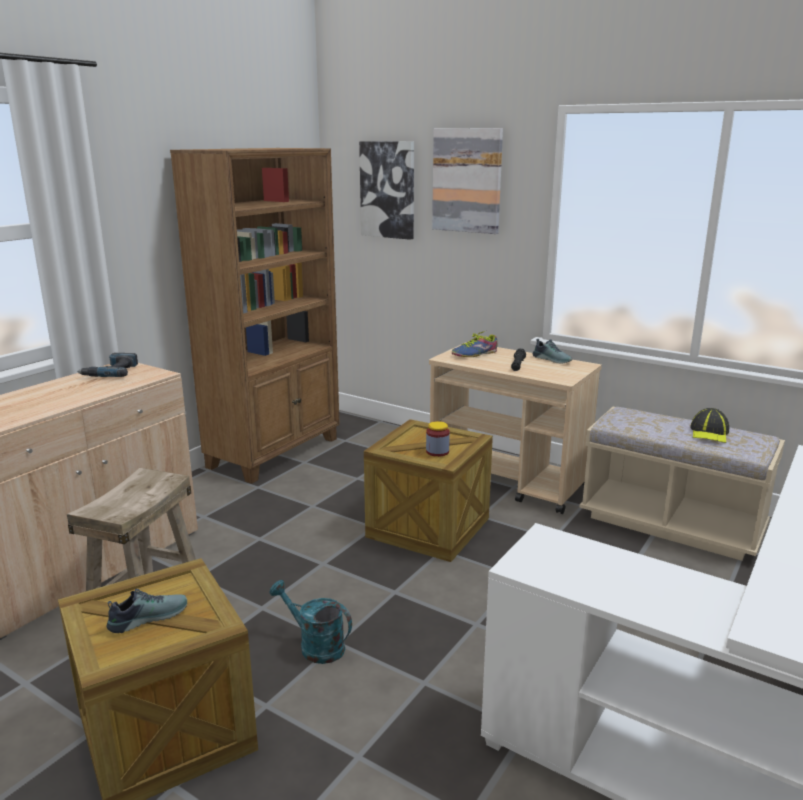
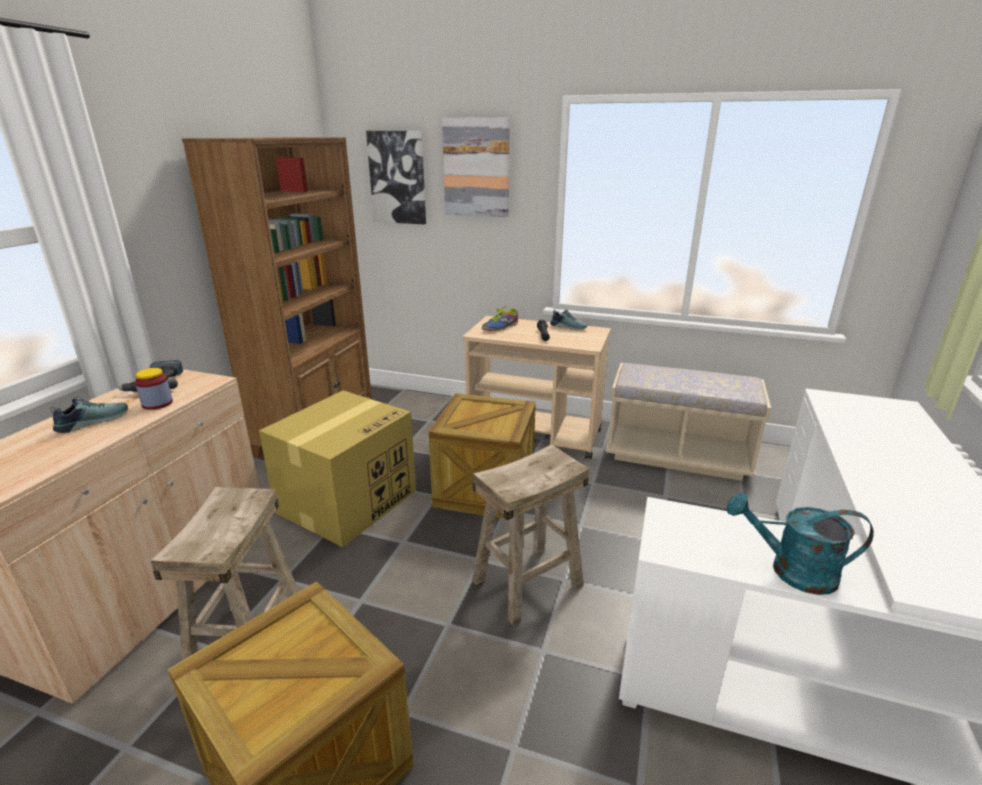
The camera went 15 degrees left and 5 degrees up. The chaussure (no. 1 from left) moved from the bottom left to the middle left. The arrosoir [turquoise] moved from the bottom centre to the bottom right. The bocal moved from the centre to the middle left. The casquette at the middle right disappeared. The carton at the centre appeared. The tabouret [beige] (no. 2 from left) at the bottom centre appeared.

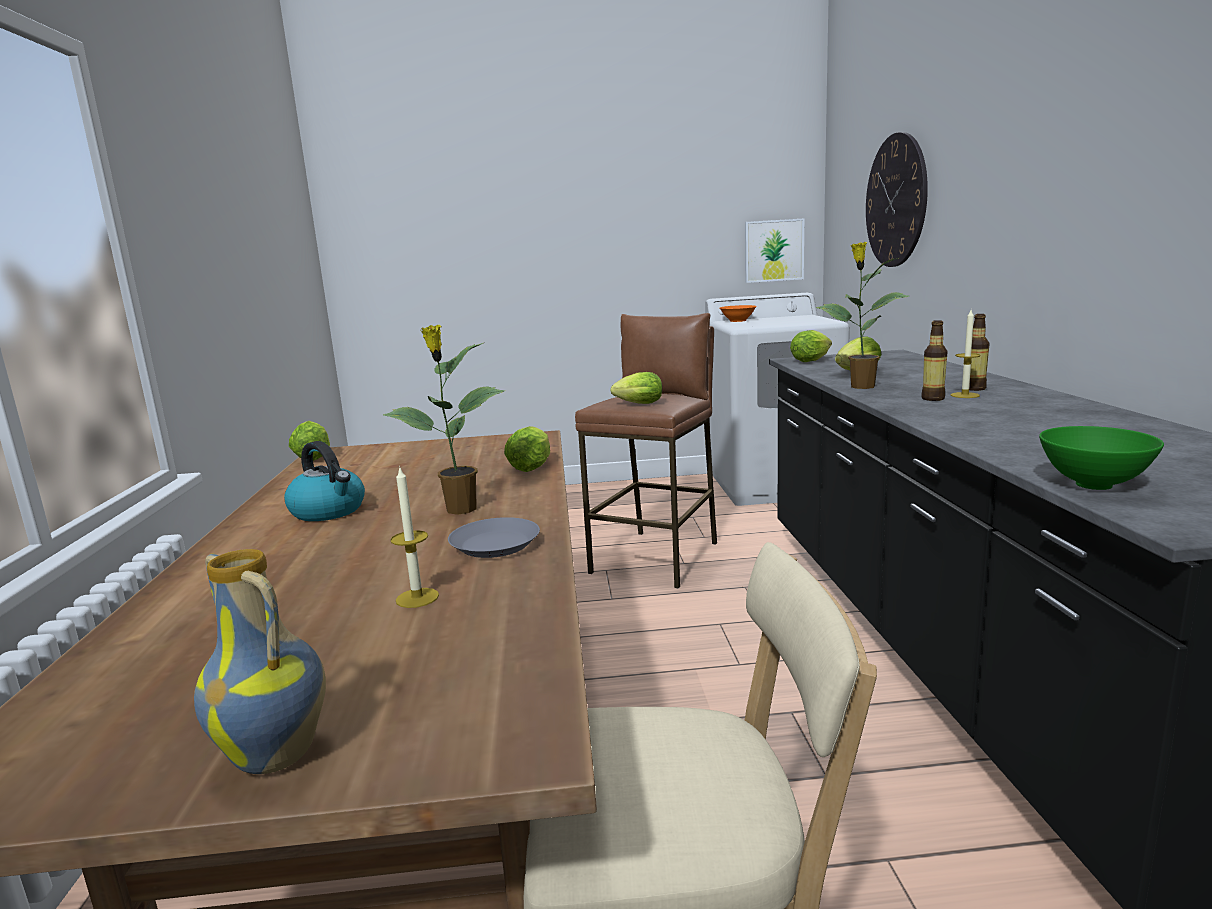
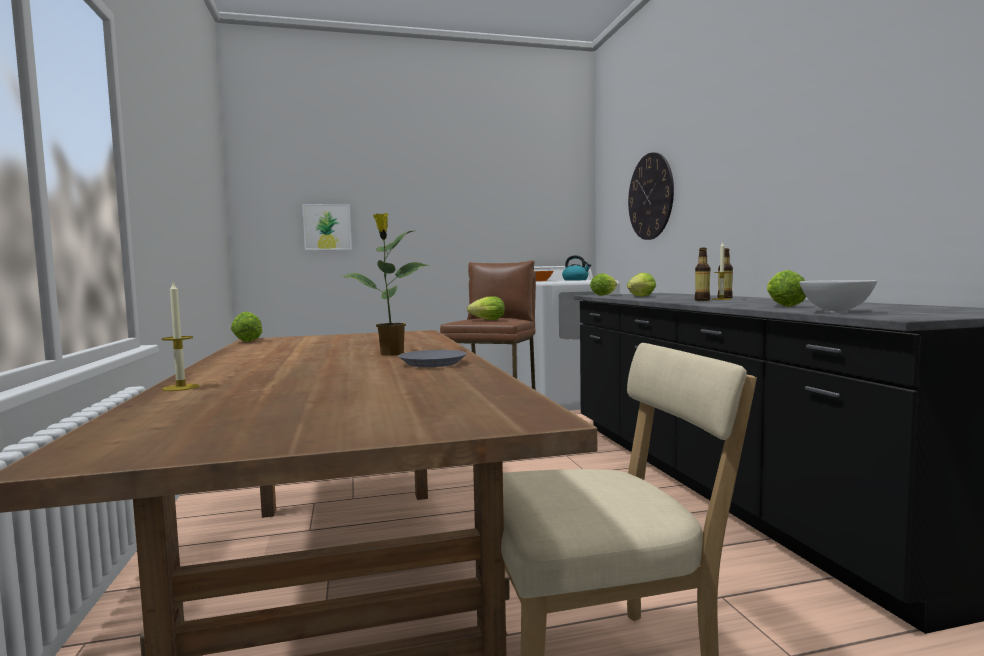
The camera went 10 degrees left and 10 degrees down. The vase at the bottom left disappeared. The bouilloire moved from the middle left to the centre. The bougie (no. 1 from left) moved from the centre to the middle left. The laitue (no. 2 from left in the first image) moved from the centre to the middle right. The tableau moved from the top centre to the middle left. The plante en pot (no. 2 from left) at the middle right disappeared. The bol [vert] at the middle right became the bol [blanc] at the middle right.

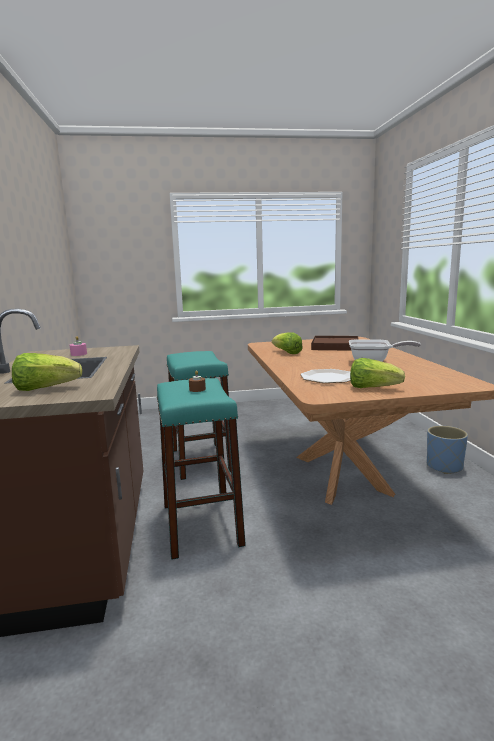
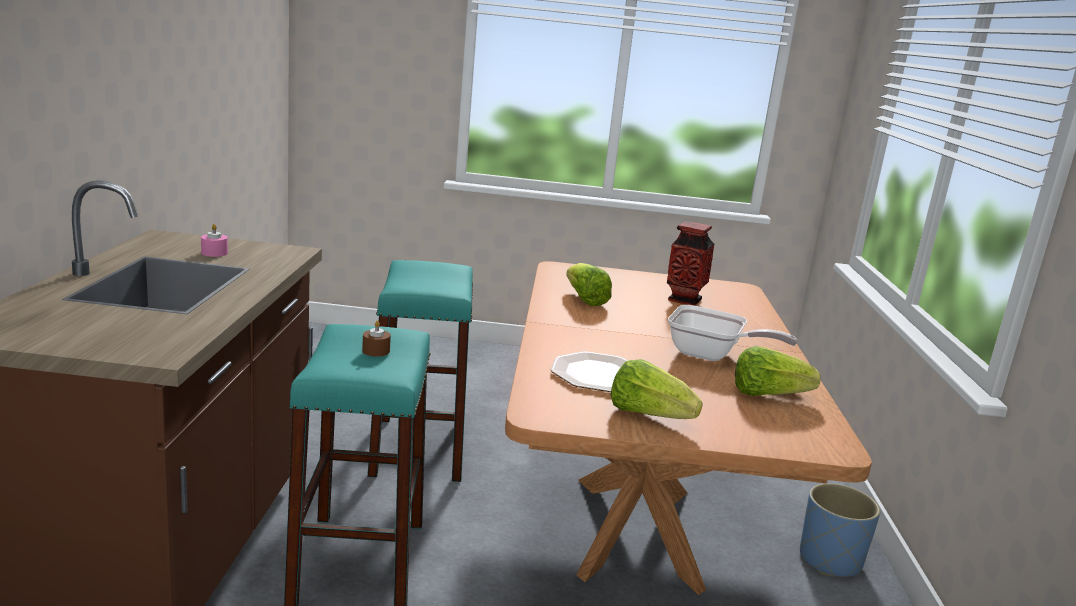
The camera went 10 degrees right and 5 degrees up. The laitue (no. 1 from left in the first image) moved from the middle left to the middle right. The plateau [marron] at the middle right was replaced by the vase at the centre.

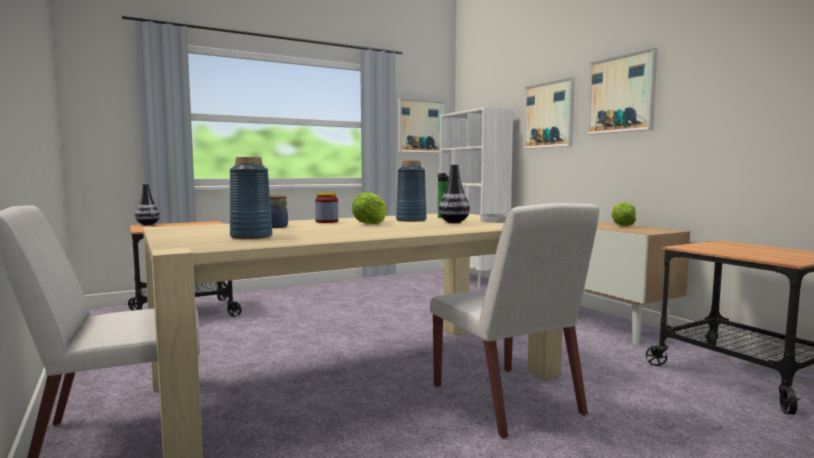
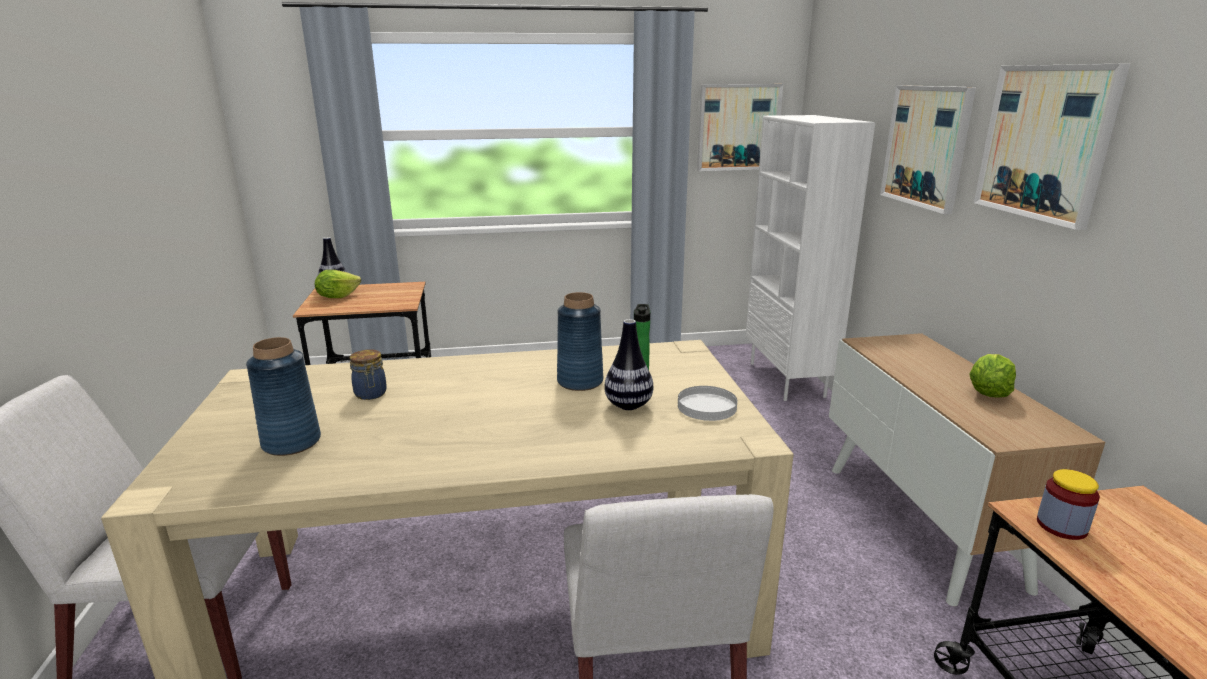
The camera went 20 degrees right and 15 degrees up. The bocal (no. 2 from left) moved from the centre to the bottom right. The laitue (no. 1 from left) moved from the centre to the middle left.

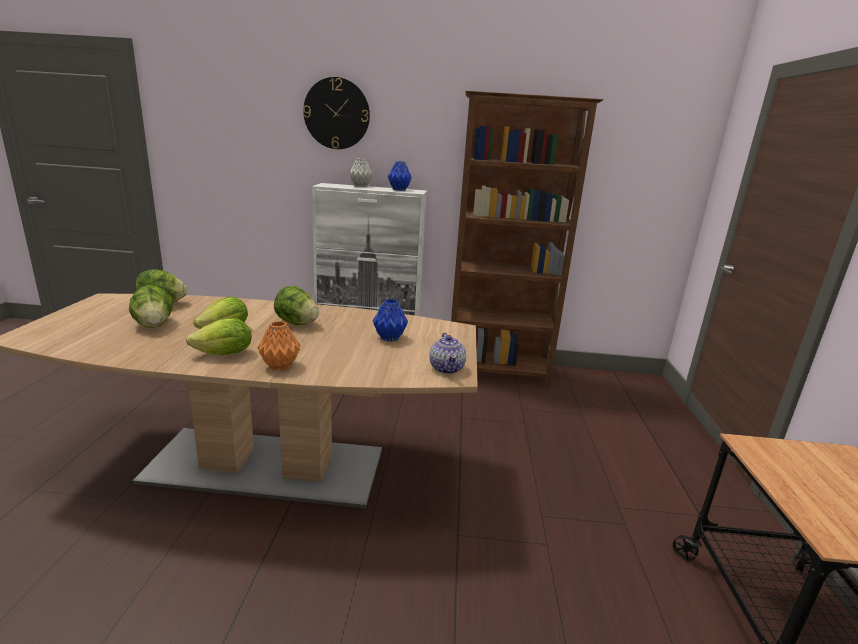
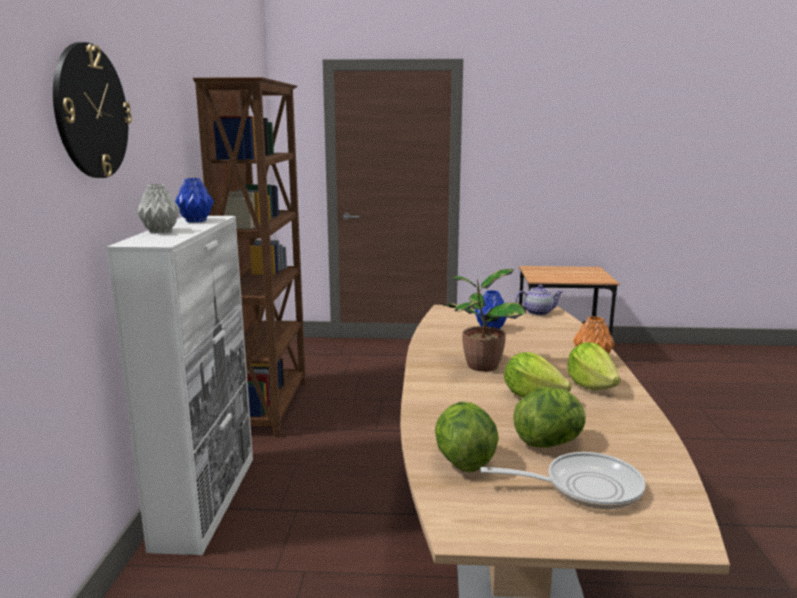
The camera went 90 degrees left and 5 degrees down. The laitue (no. 5 from left) at the centre was replaced by the plante en pot at the centre. The poêle at the bottom right appeared.

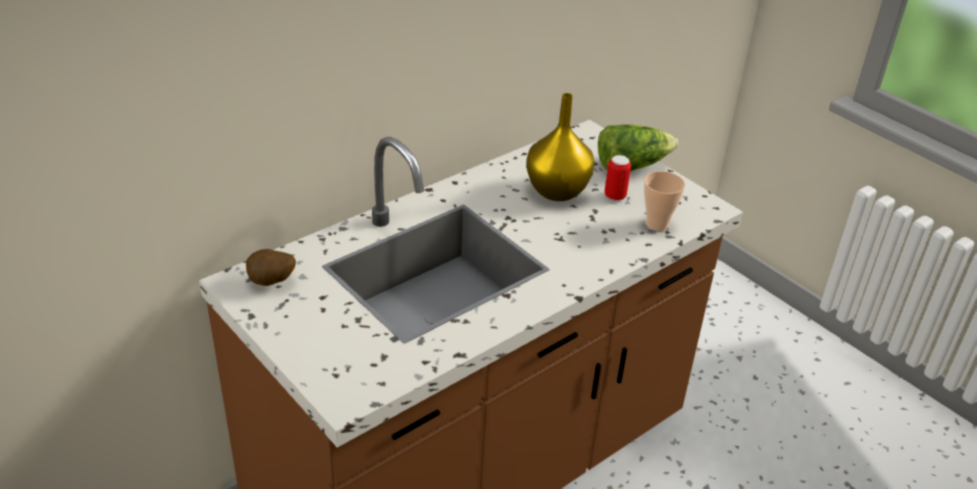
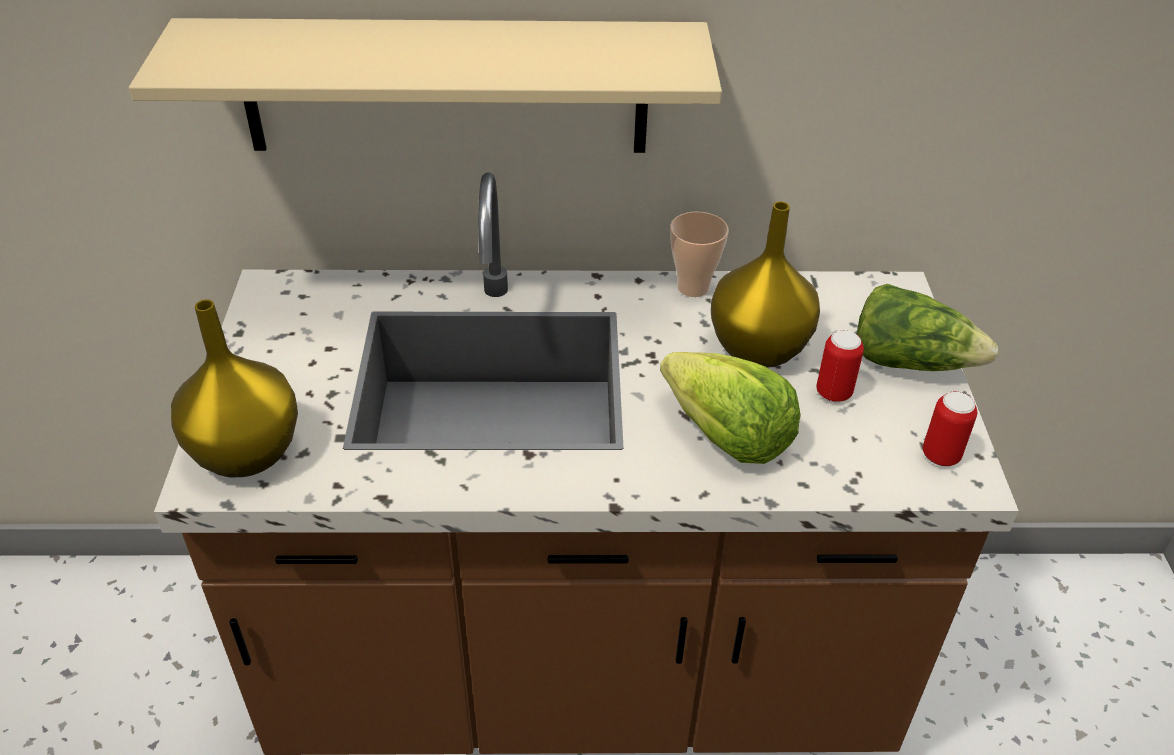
The camera went 40 degrees right and 5 degrees up. The pomme de terre at the middle left disappeared. The tasse moved from the middle right to the centre. The étagère [beige] at the top centre appeared. The vase [jaune] (no. 1 from left) at the middle left appeared. The laitue (no. 1 from left) at the centre appeared. The boîte métallique (no. 2 from left) at the middle right appeared.

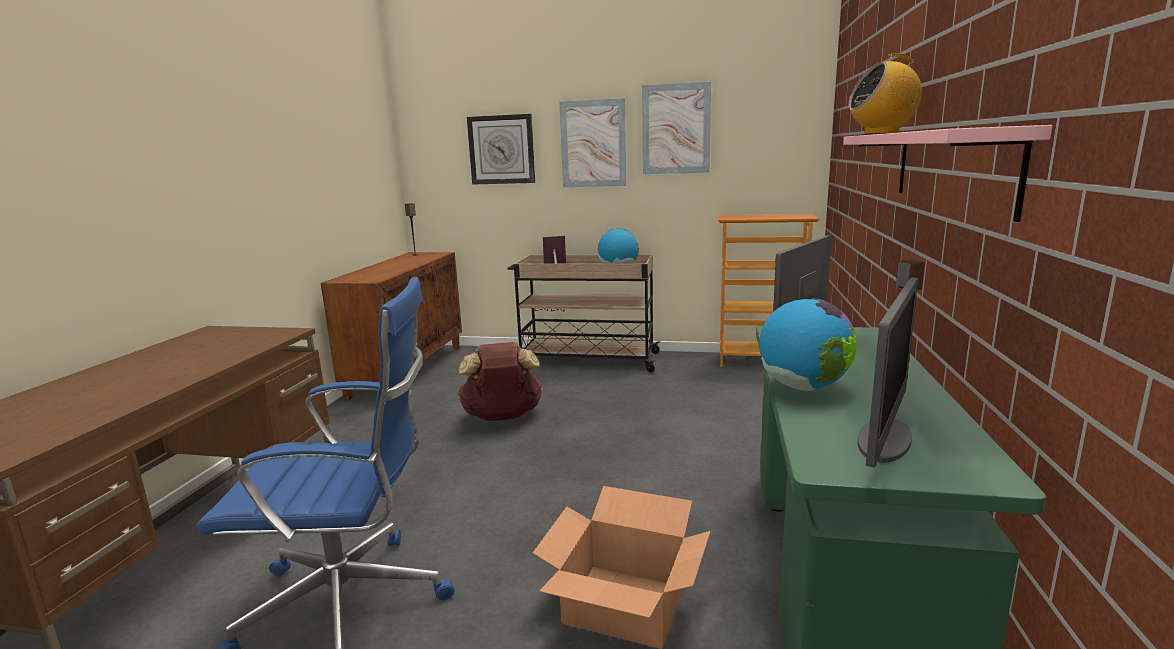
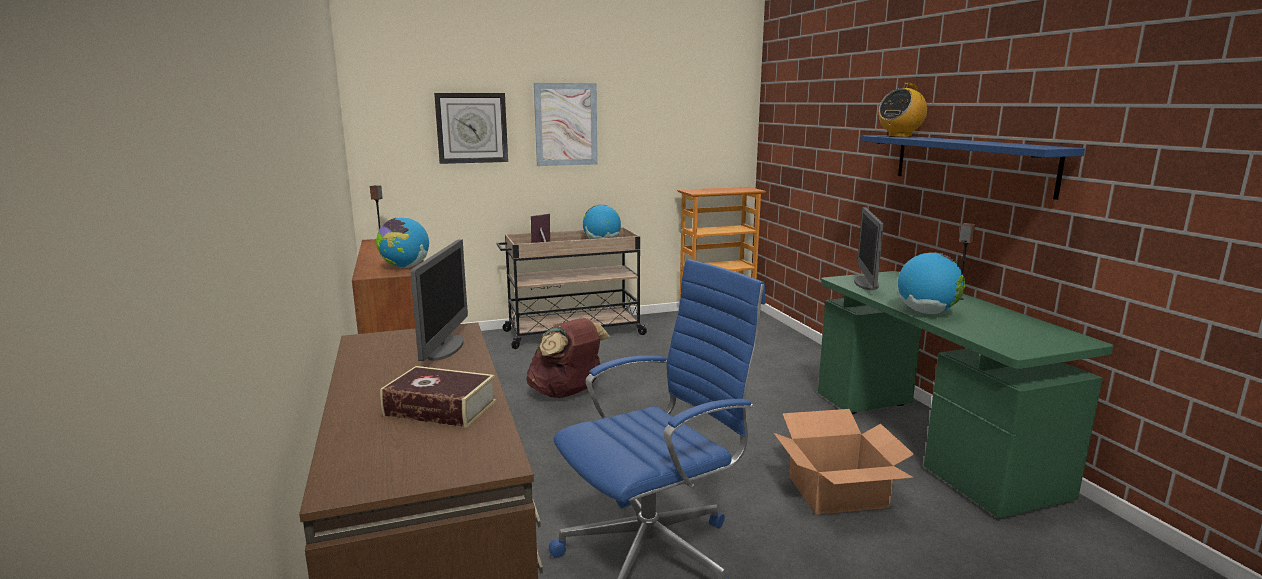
The camera went 30 degrees left and 0 degrees up. The tableau (no. 2 from left) at the top centre disappeared. The étagère [rose] at the top right became the étagère [bleu] at the top right. The écran d'ordinateur (no. 2 from left in the first image) moved from the middle right to the centre. The globe (no. 1 from left) at the middle left appeared. The livre at the bottom centre appeared.

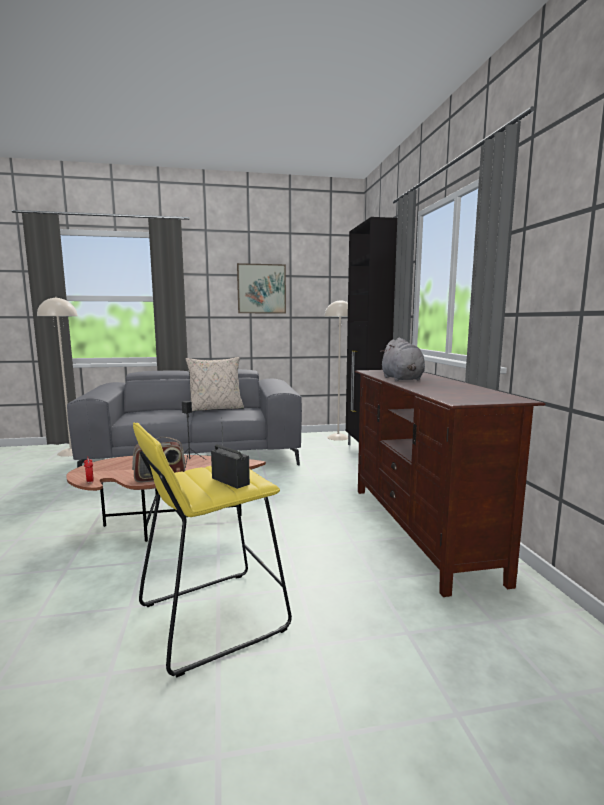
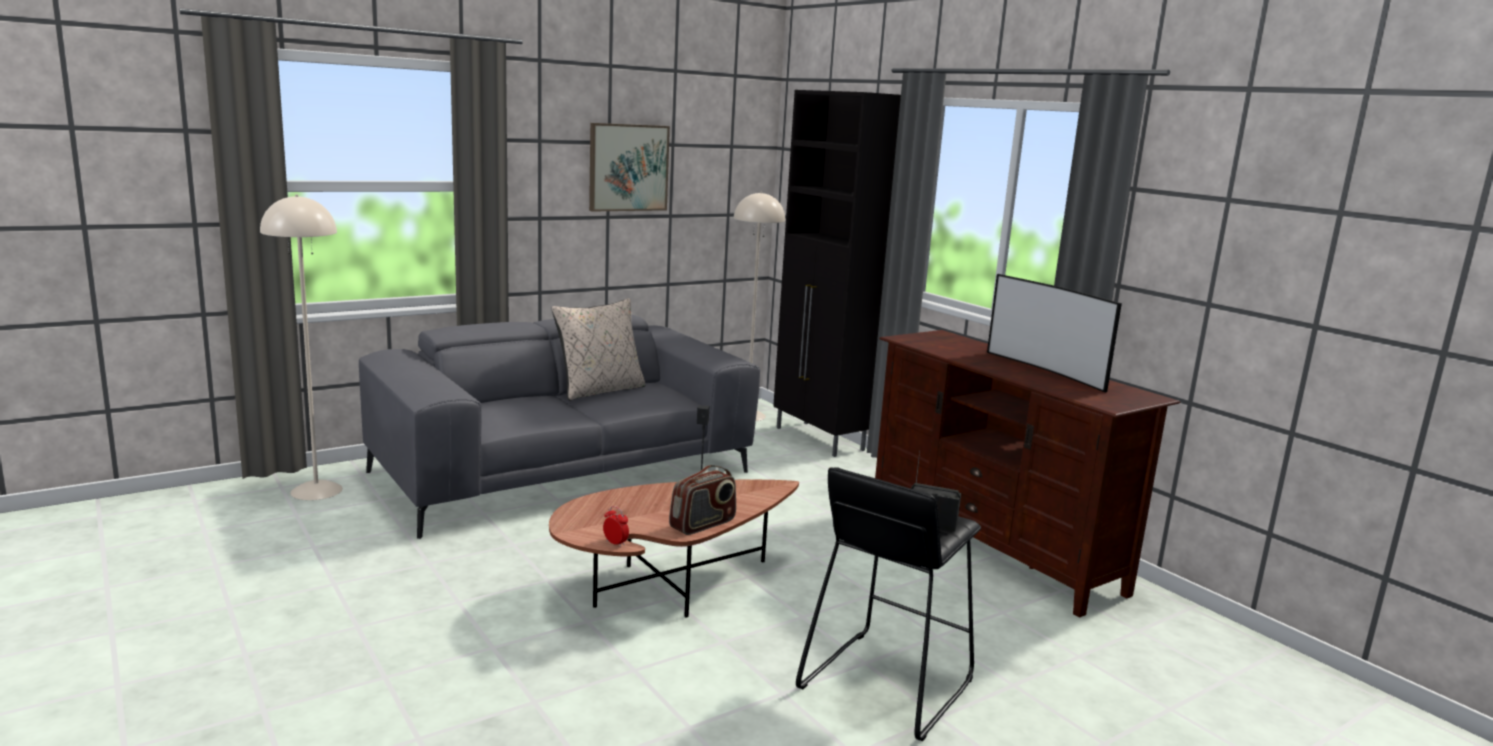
The camera went 25 degrees left and 5 degrees up. The tabouret [jaune] at the bottom centre became the tabouret [noir] at the bottom centre. The peluche [gris] at the centre disappeared. The téléviseur at the middle right appeared.

